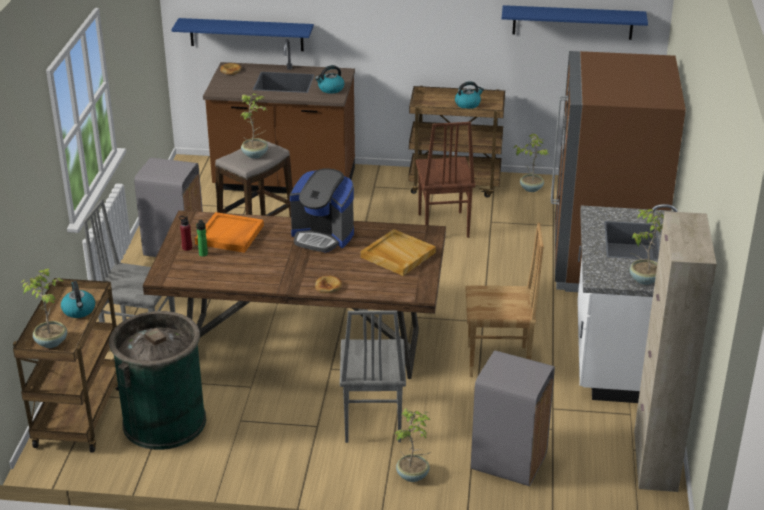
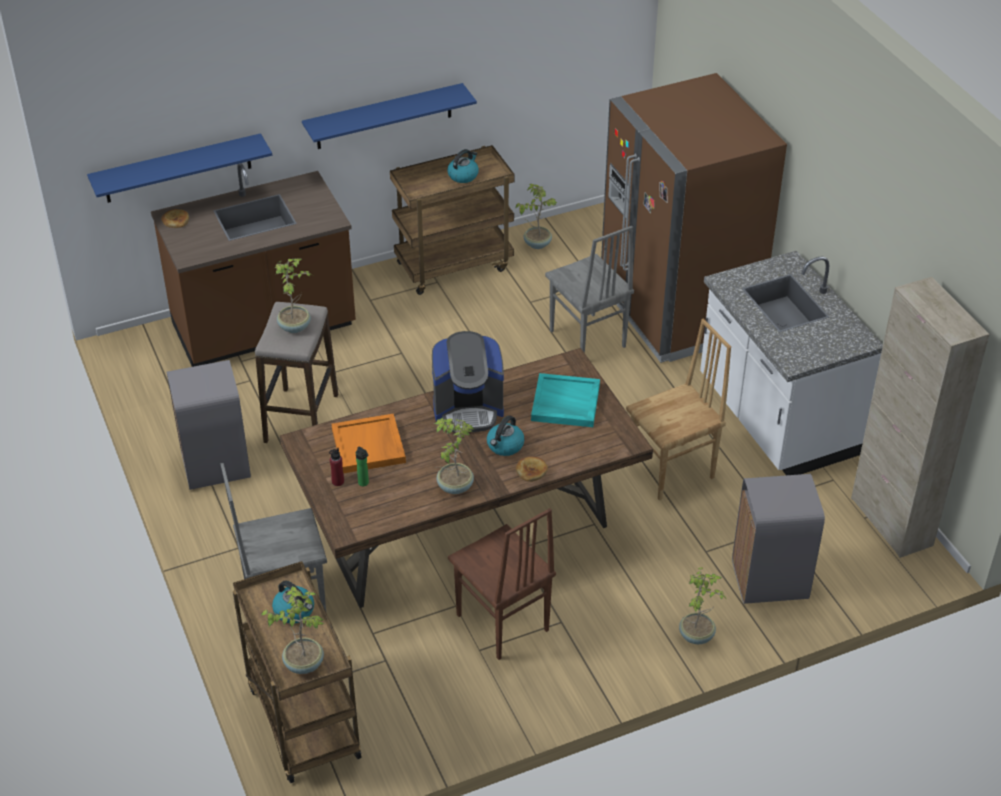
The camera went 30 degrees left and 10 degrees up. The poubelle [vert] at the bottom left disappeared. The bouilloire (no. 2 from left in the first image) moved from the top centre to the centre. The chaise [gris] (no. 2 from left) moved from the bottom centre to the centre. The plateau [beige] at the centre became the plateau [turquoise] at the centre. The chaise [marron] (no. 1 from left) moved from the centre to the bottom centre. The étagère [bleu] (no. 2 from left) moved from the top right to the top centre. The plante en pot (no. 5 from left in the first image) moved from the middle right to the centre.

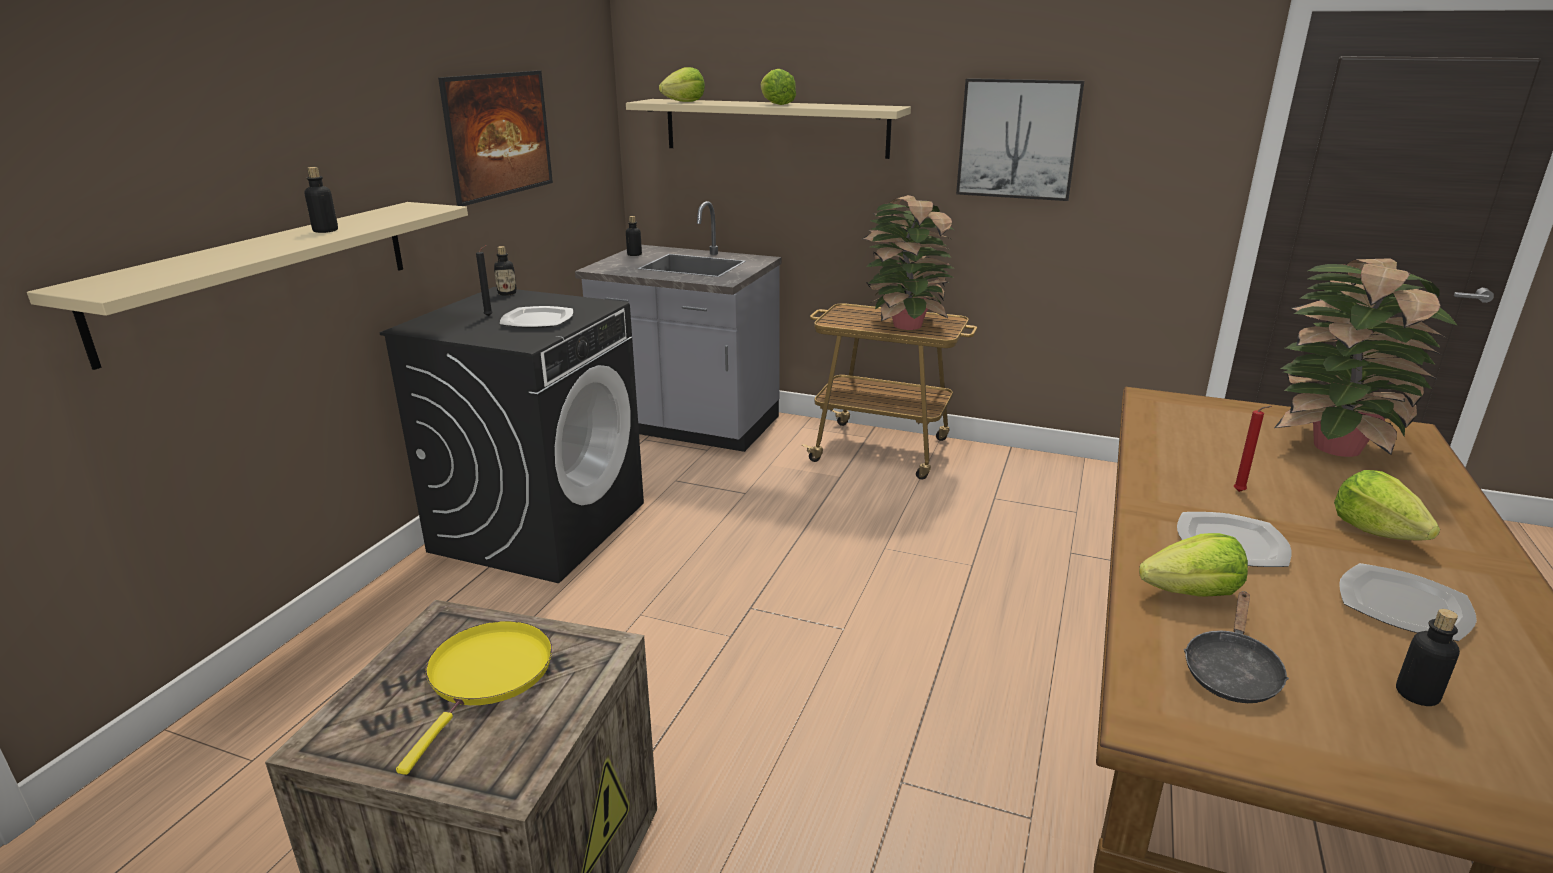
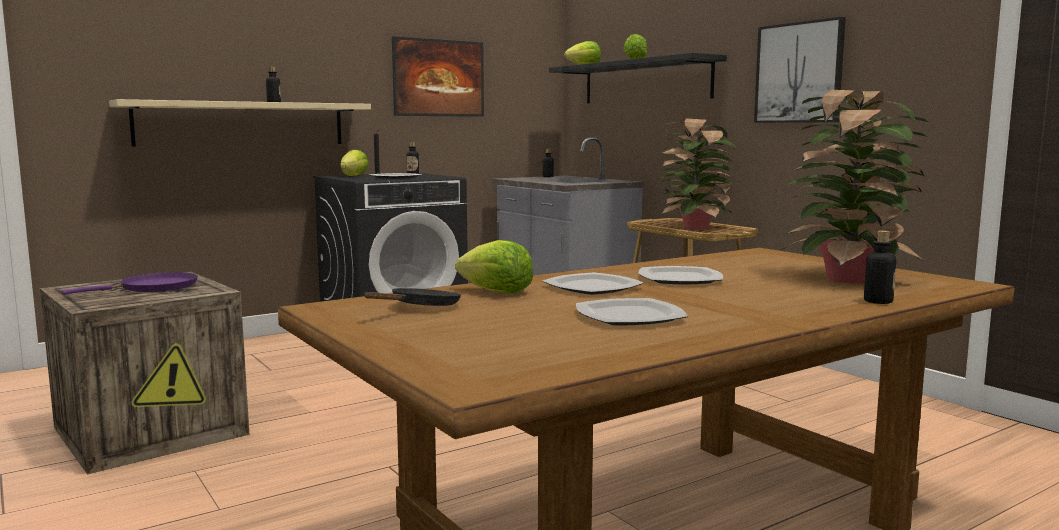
The camera went 35 degrees right and 15 degrees down. The poêle [jaune] at the bottom left became the poêle [violet] at the middle left. The étagère [beige] (no. 2 from left) at the top centre became the étagère [noir] at the top centre. The poêle [noir] at the bottom right turned 150 degrees clockwise. The bougie [rouge] at the middle right was replaced by the assiette (no. 4 from left) at the centre. The laitue (no. 4 from left in the first image) moved from the middle right to the top centre. The bouteille (no. 4 from left) moved from the bottom right to the middle right.

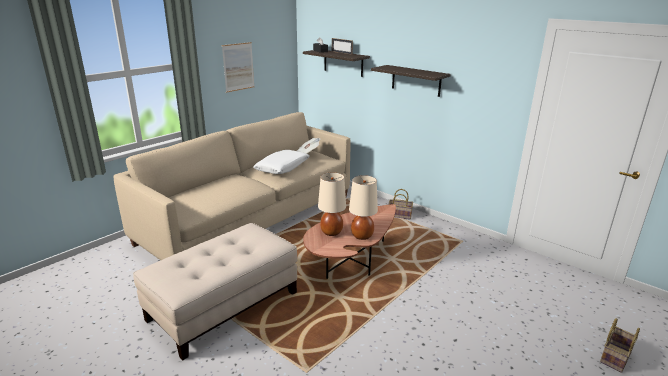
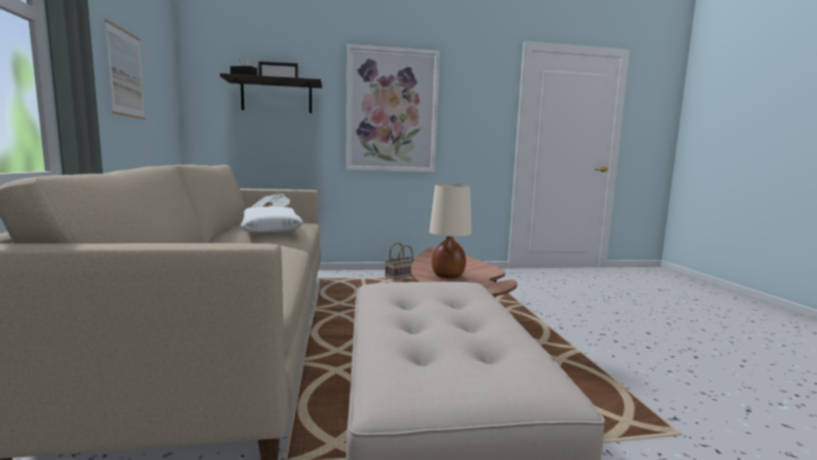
The camera went 50 degrees left and 15 degrees down. The lampe de table [beige] (no. 2 from left) at the centre disappeared. The étagère (no. 2 from left) at the top centre was replaced by the tableau (no. 2 from left) at the top centre. The panier (no. 2 from left) at the bottom right disappeared.

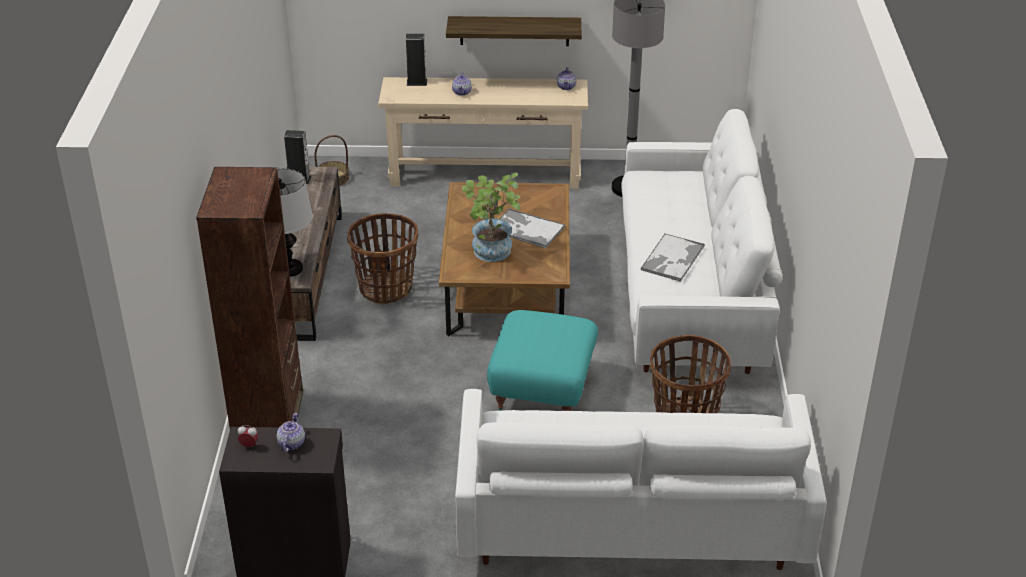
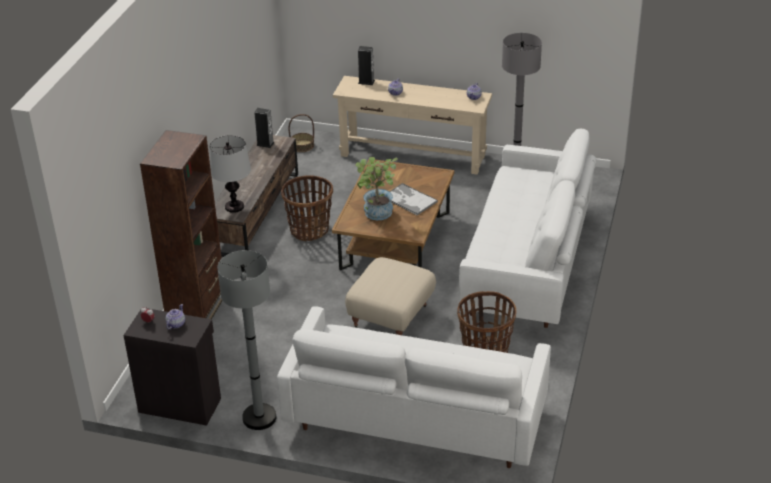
The camera went 15 degrees right and 0 degrees up. The étagère at the top centre disappeared. The pouf [turquoise] at the centre became the pouf [beige] at the centre. The plateau (no. 2 from left) at the centre disappeared. The lampadaire [gris] (no. 1 from left) at the bottom left appeared.

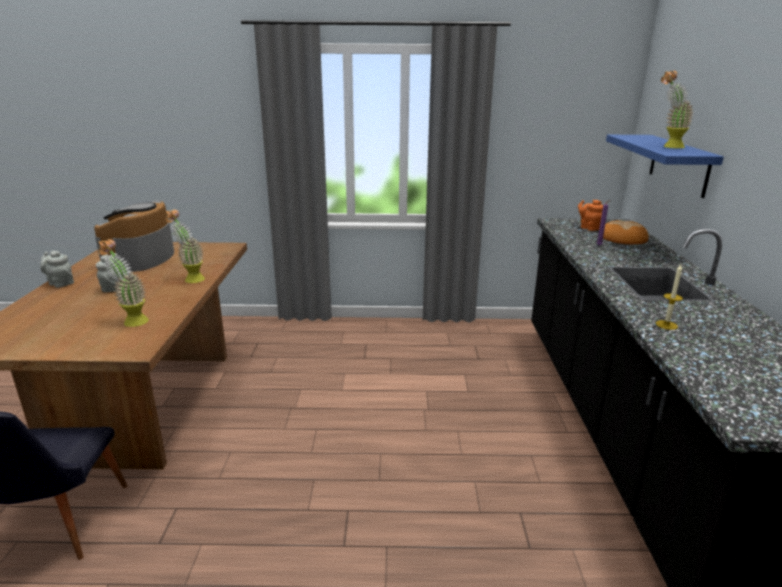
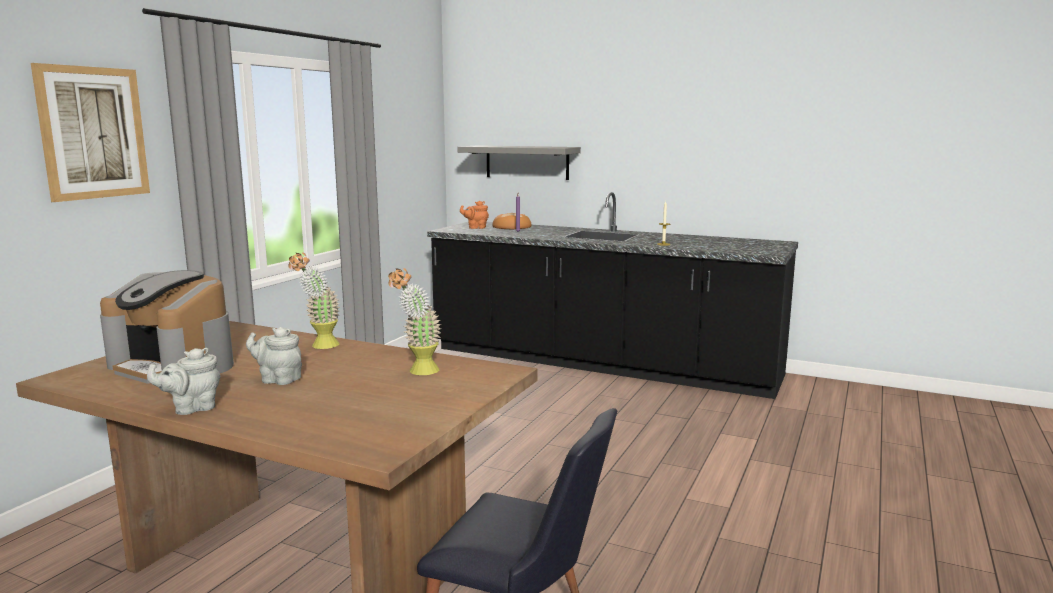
The camera went 65 degrees left and 10 degrees down. The étagère [bleu] at the top right became the étagère [gris] at the top centre. The plante en pot (no. 3 from left) at the top right disappeared. The tableau at the top left appeared.

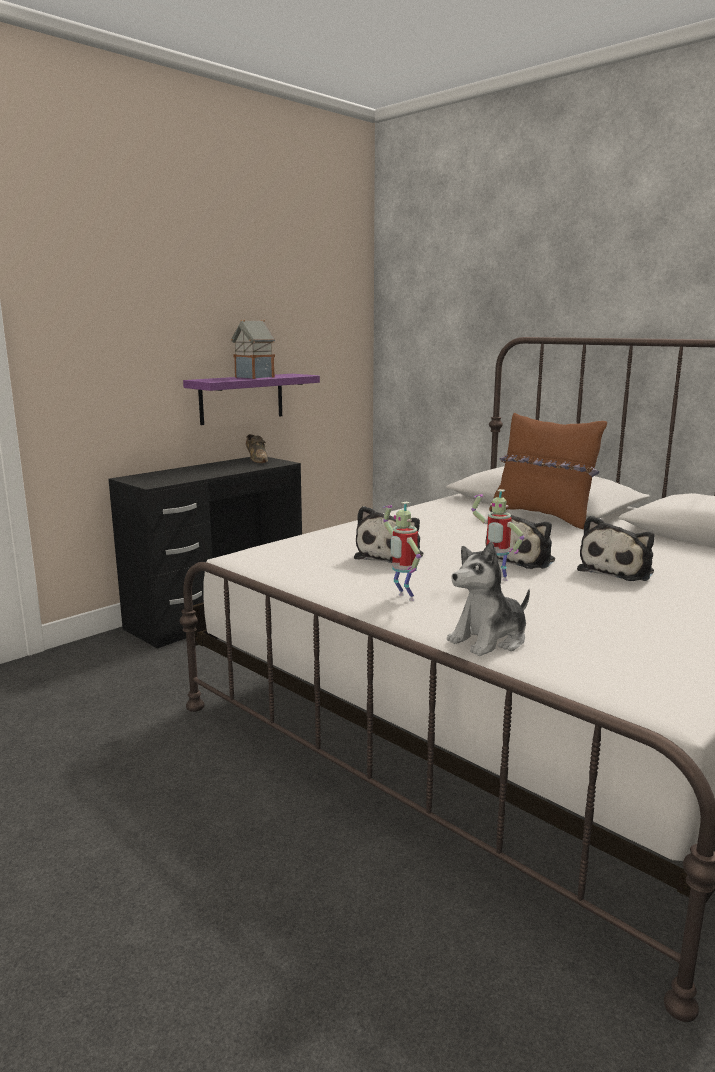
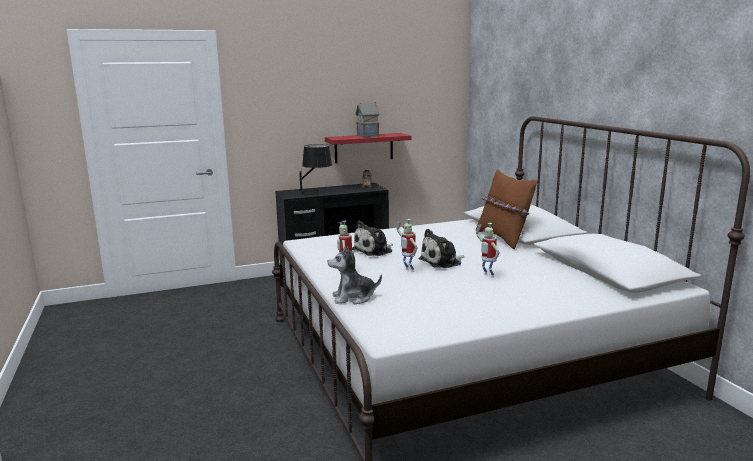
The camera went 25 degrees right and 0 degrees up. The étagère [violet] at the centre became the étagère [rouge] at the top centre. The peluche (no. 4 from left) at the middle right was replaced by the robot jouet (no. 3 from left) at the centre. The lampe de table [noir] at the centre appeared.

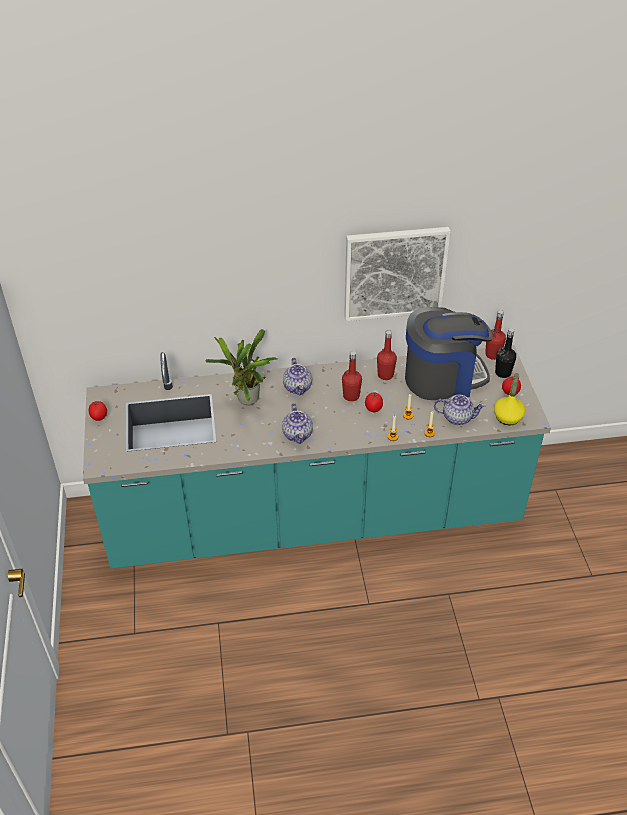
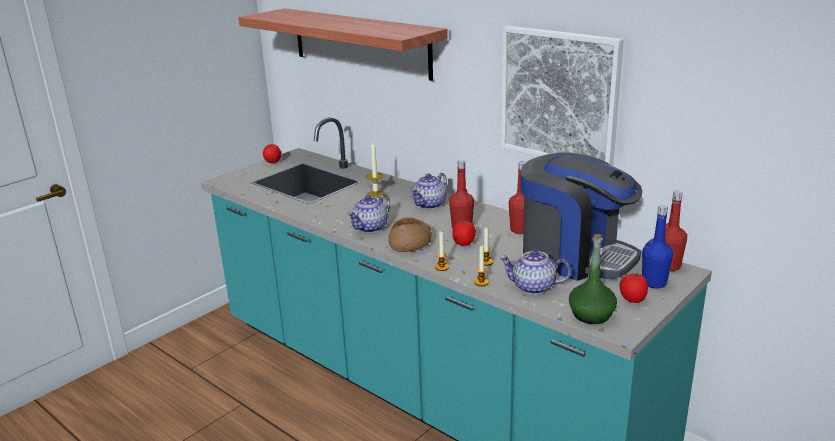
The camera went 50 degrees right and 20 degrees down. The plante en pot at the centre was replaced by the bougie (no. 1 from left) at the centre. The théière (no. 3 from left) at the middle right turned 135 degrees clockwise. The bouteille [jaune] at the middle right became the bouteille [vert] at the middle right. The bouteille [noir] at the middle right became the bouteille [bleu] at the middle right. The étagère at the top centre appeared. The pain at the centre appeared.

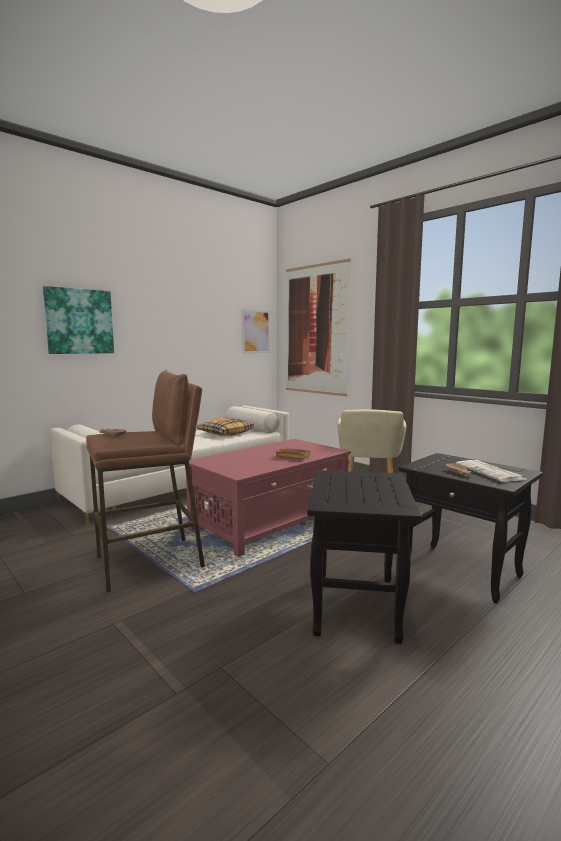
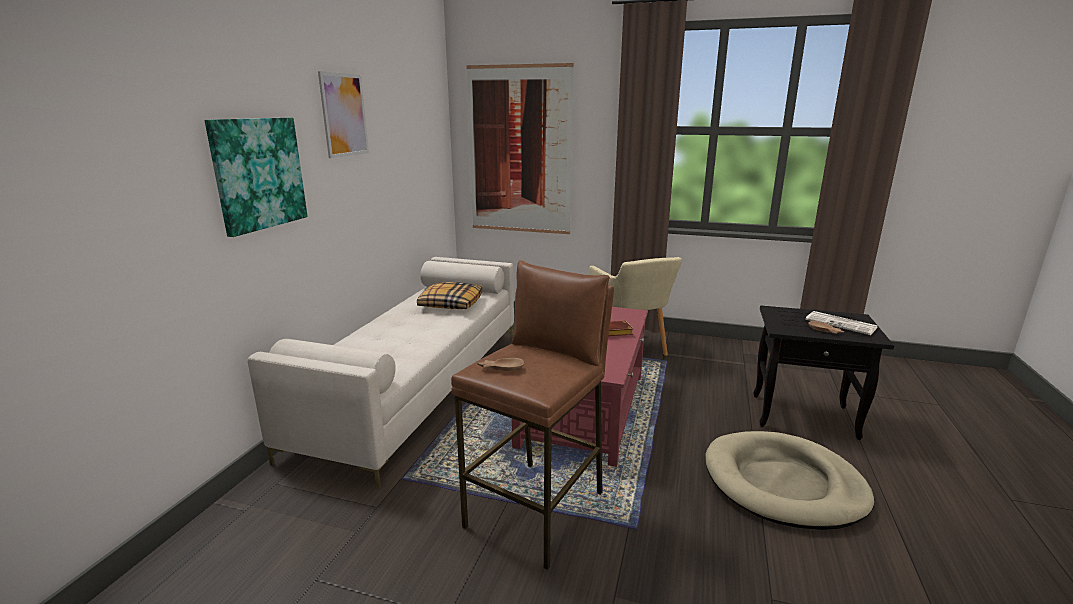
The camera went 30 degrees left and 10 degrees up. The tableau (no. 2 from left) moved from the centre to the top left. The table d'appoint [noir] (no. 1 from left) at the centre was replaced by the panier pour chien [beige] at the bottom right.

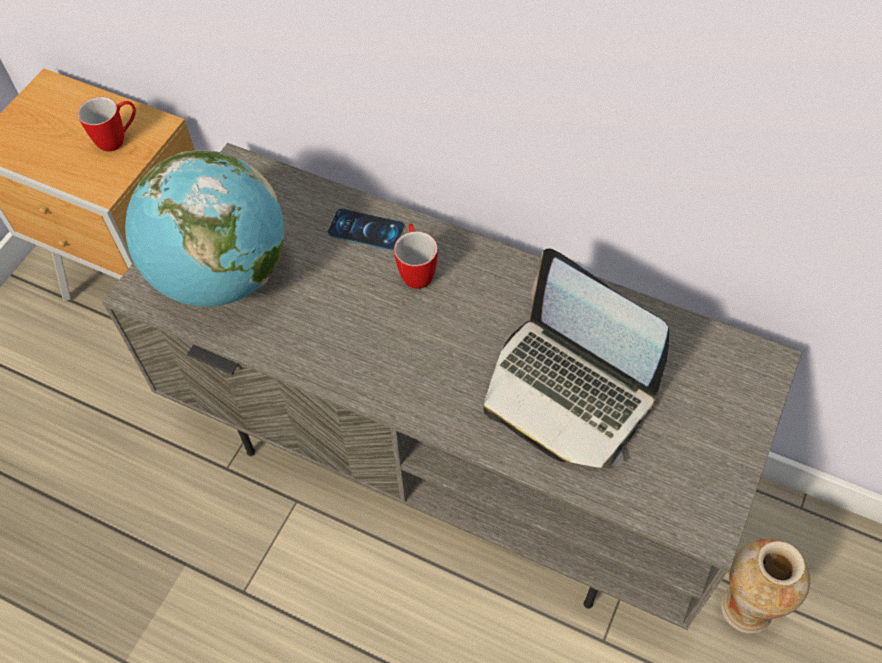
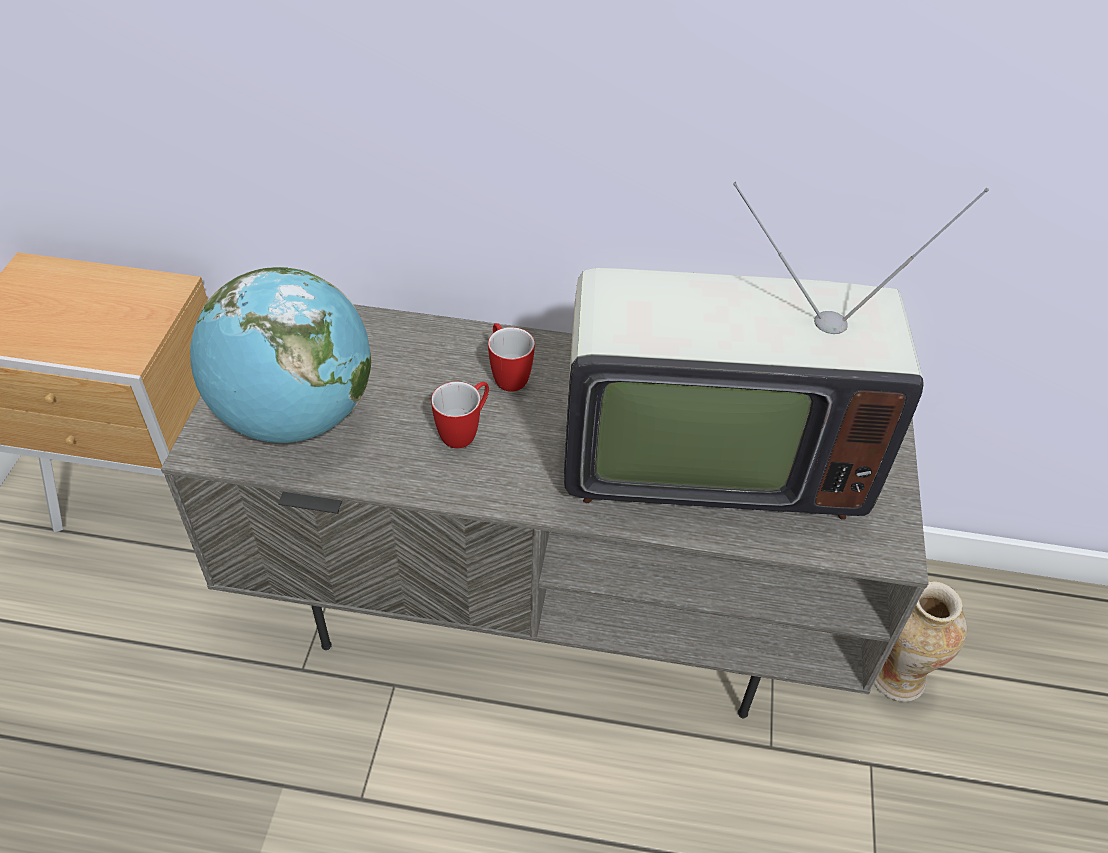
The camera went 20 degrees left and 10 degrees down. The mug (no. 1 from left) moved from the top left to the centre. The téléphone at the centre disappeared. The ordinateur portable at the centre was replaced by the téléviseur at the middle right.

